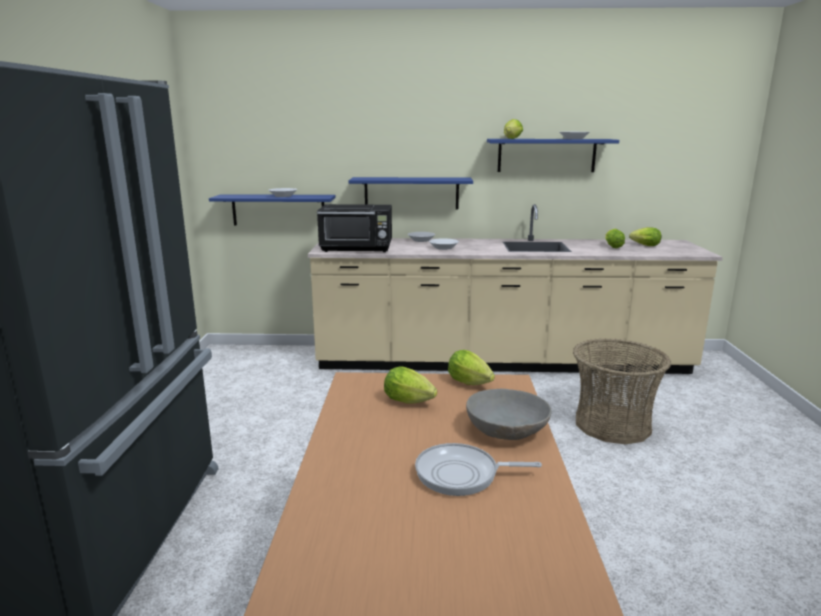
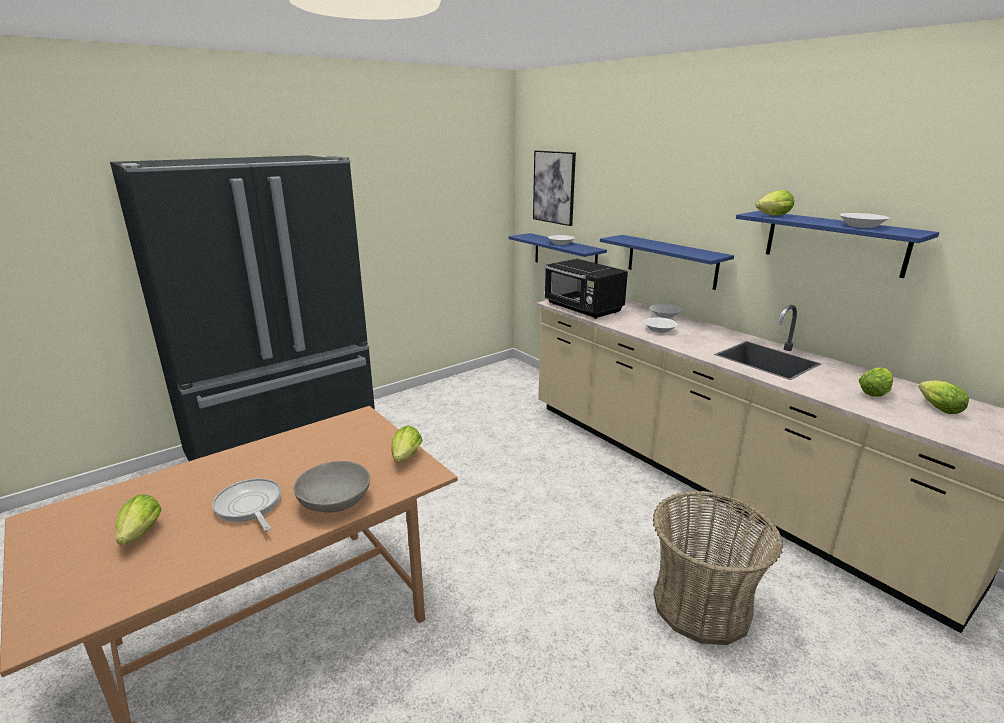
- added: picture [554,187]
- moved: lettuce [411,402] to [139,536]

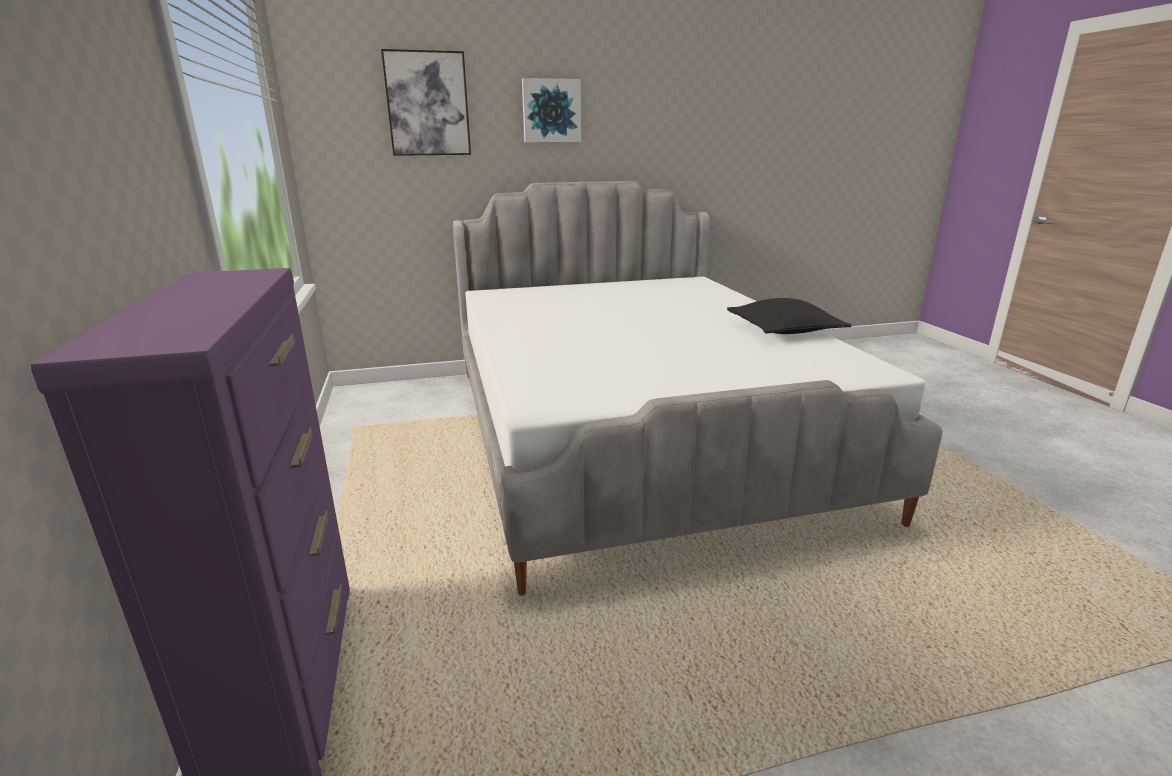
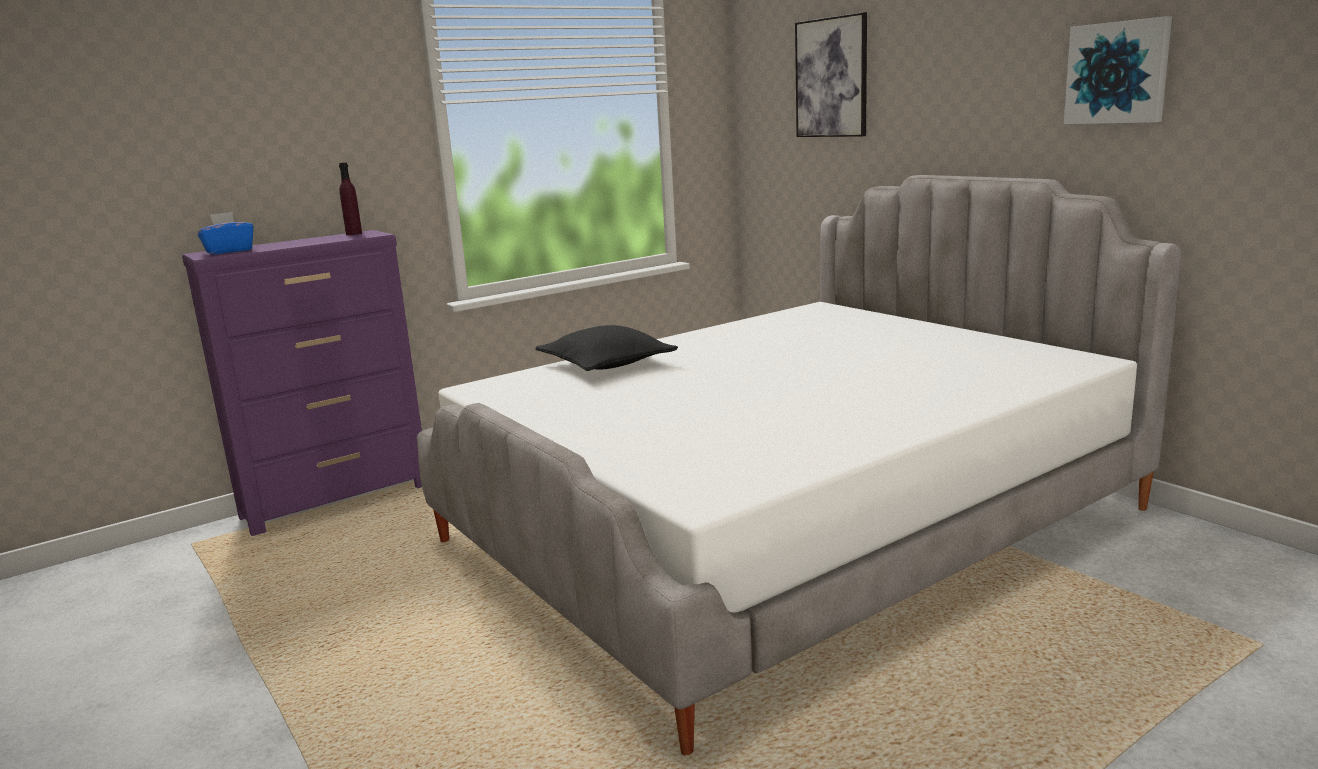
- added: blue tissue box [229,251]
- added: purple bottle [354,234]
- moved: picture [551,111] to [1118,73]
- moved: black pillow [784,330] to [606,364]

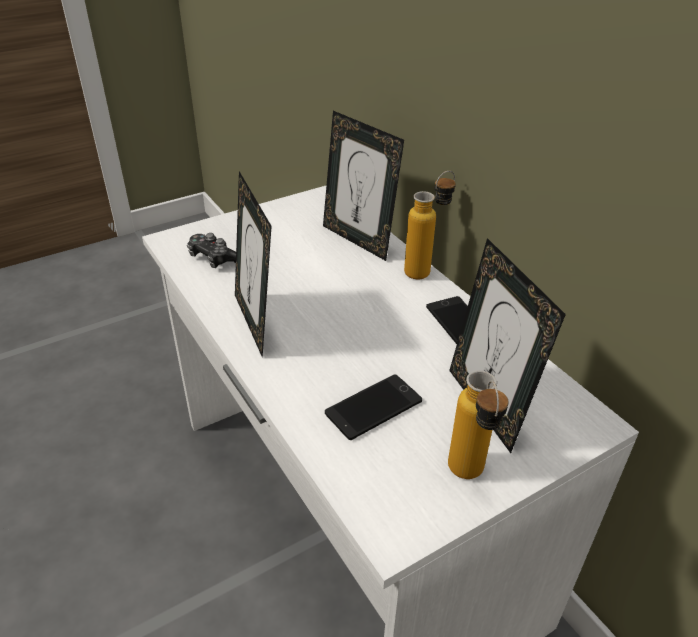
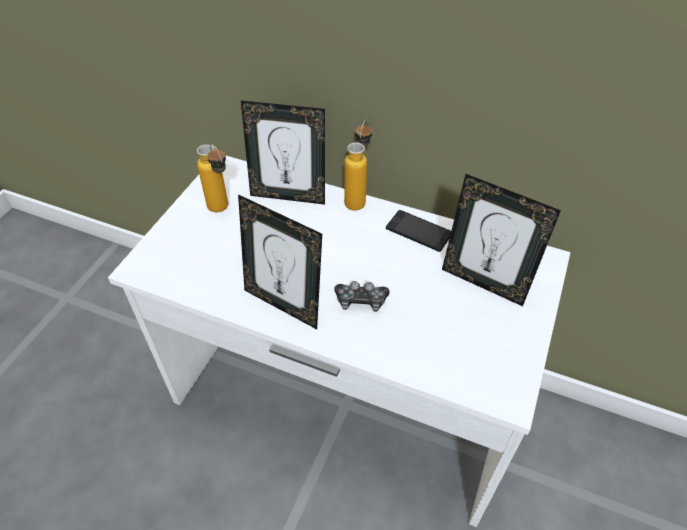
- removed: phone [373,407]
- moved: game controller [214,258] to [361,301]
- moved: bottle [468,479] to [222,211]

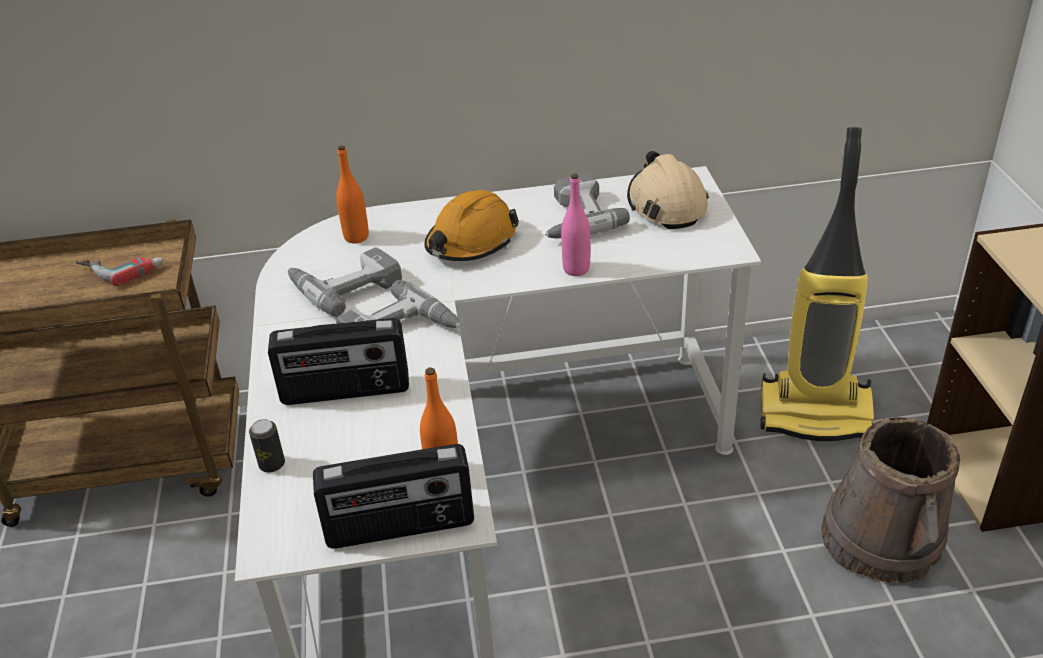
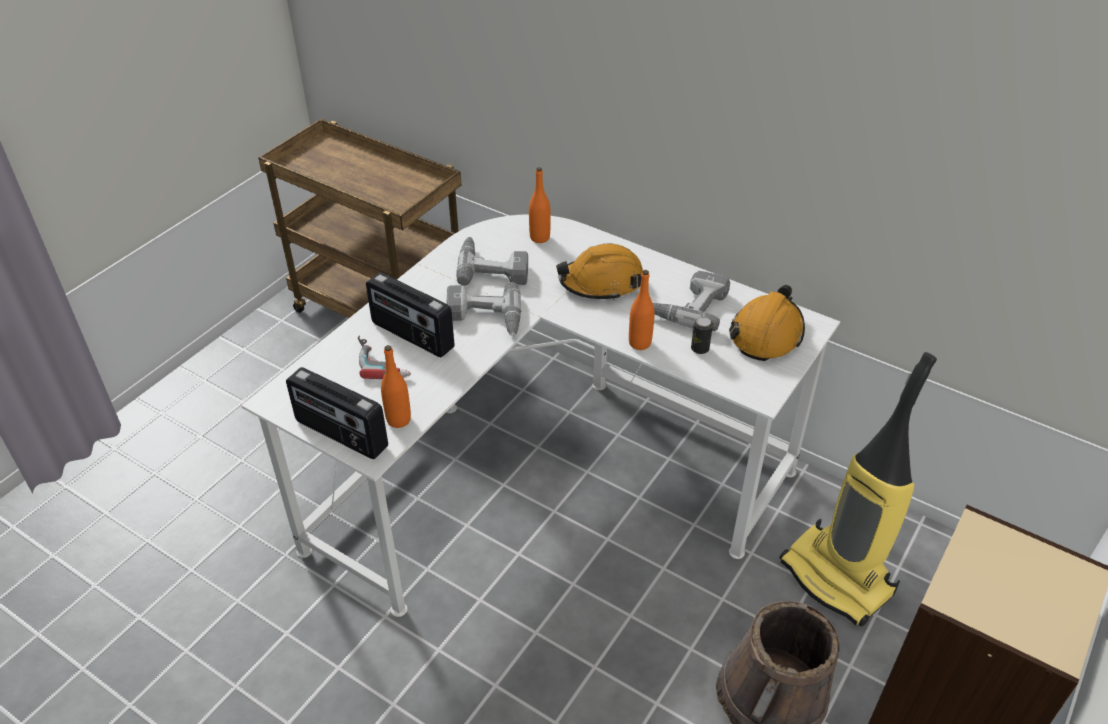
- moved: power drill [122,267] to [384,360]
- moved: can [272,464] to [700,349]
- recoloured: pink bottle [576,269] to orange bottle [639,343]
- recoloured: beige hard hat [666,204] to orange hard hat [766,333]

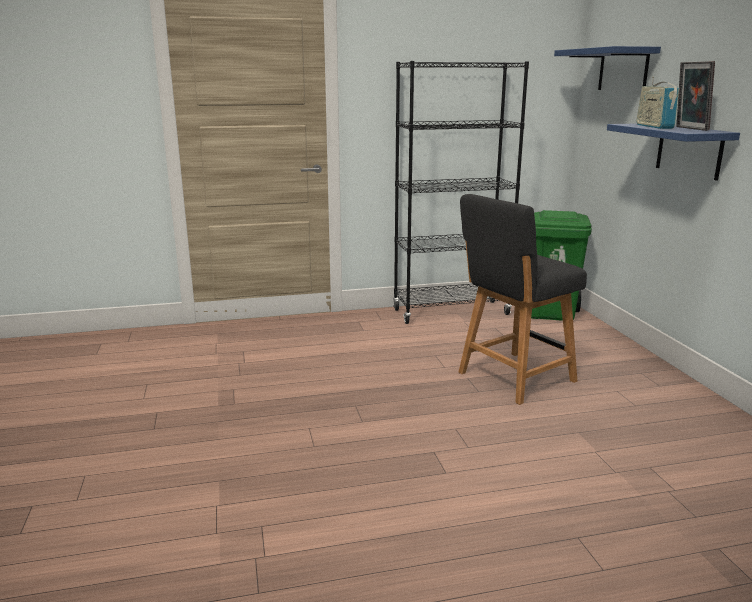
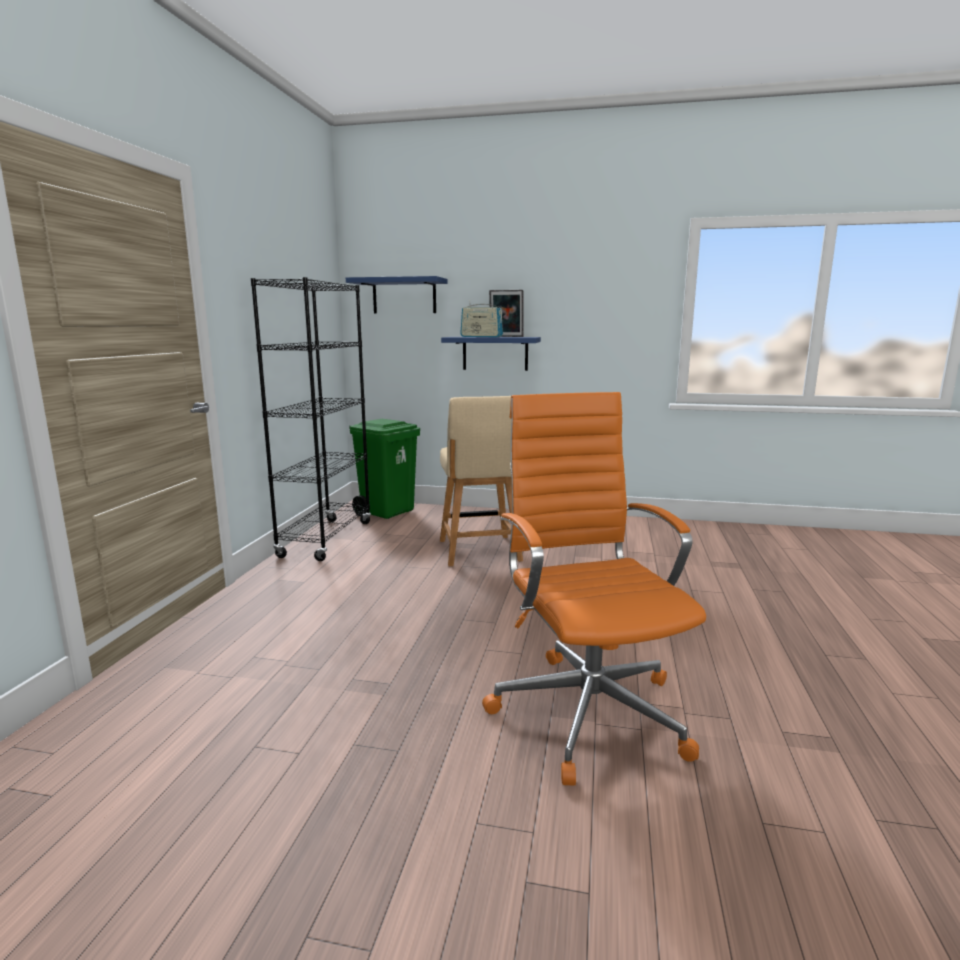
- added: orange office chair [587,709]
- recoloured: black chair [512,378] to beige chair [480,552]

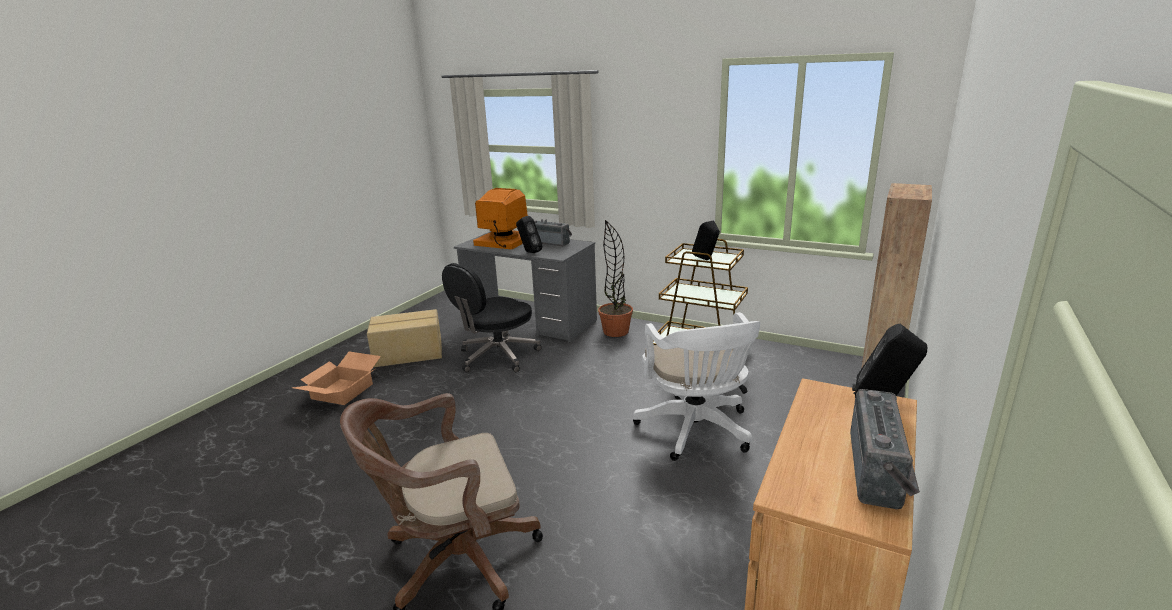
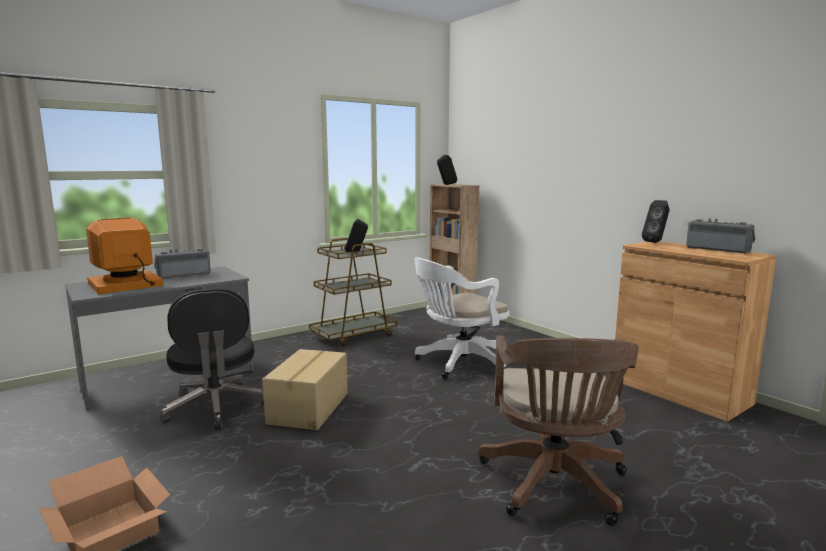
- removed: potted plant [615,332]
- moved: cardboard box [408,354] to [310,408]
- moved: black speaker [529,252] to [446,184]
- turned: white office chair [696,432] = [458,363] 135 degrees clockwise

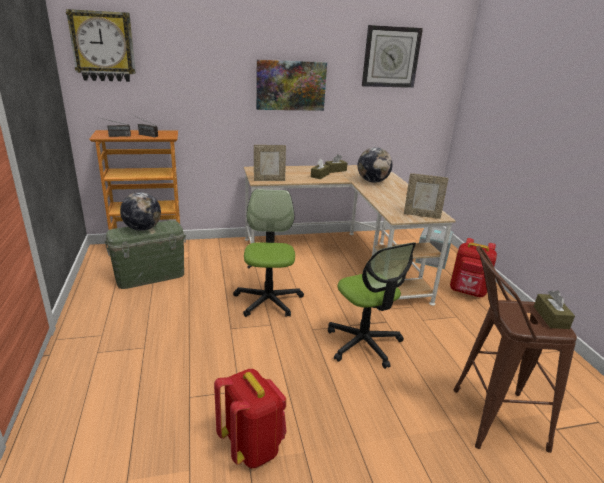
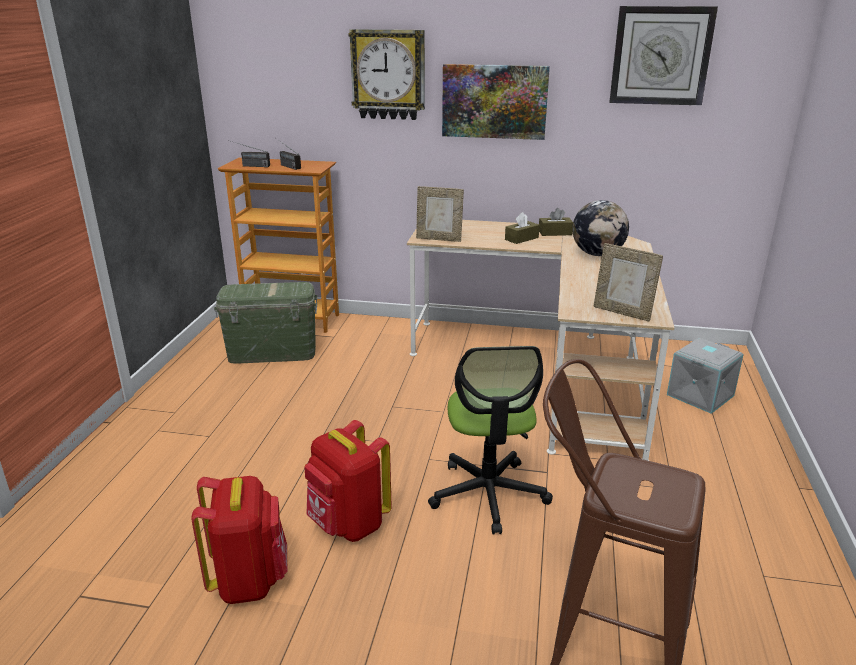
- removed: globe [142,229]
- removed: office chair [268,300]
- removed: brown tissue box [551,317]
- moved: wall clock [103,46] to [388,75]
- moved: red backpack [467,292] to [348,525]

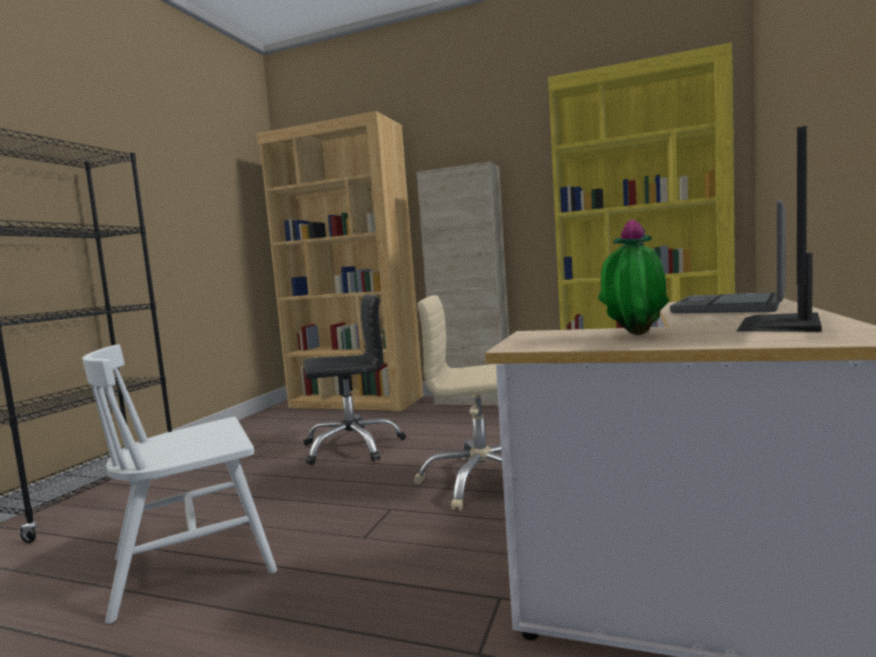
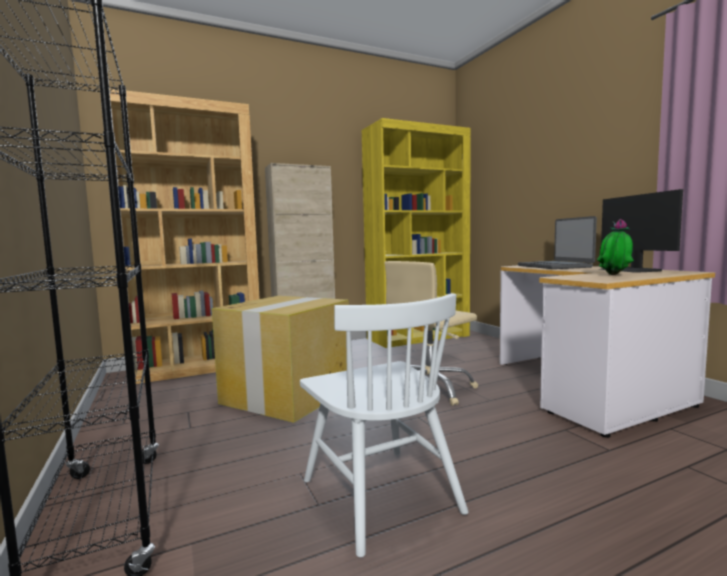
- replaced: black office chair [352,446] to cardboard box [288,395]
- turned: white chair [194,564] = [380,495] 45 degrees counterclockwise

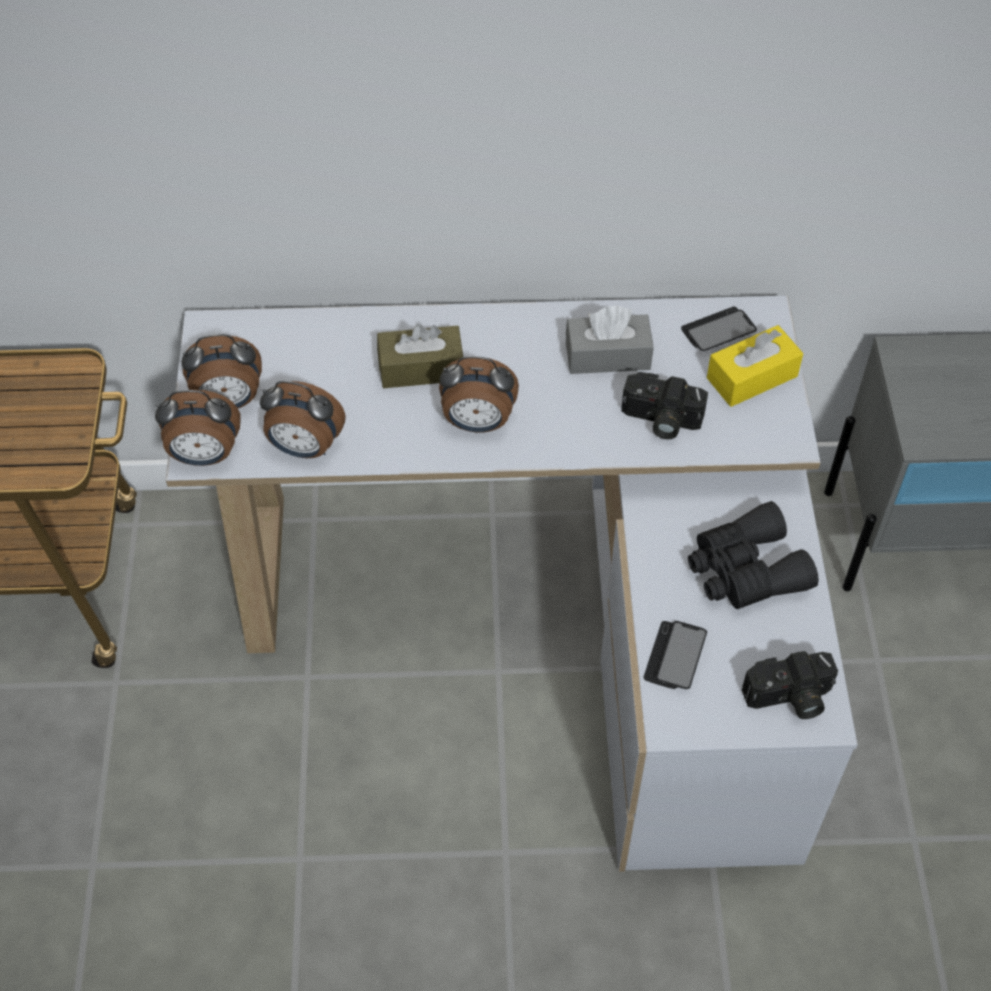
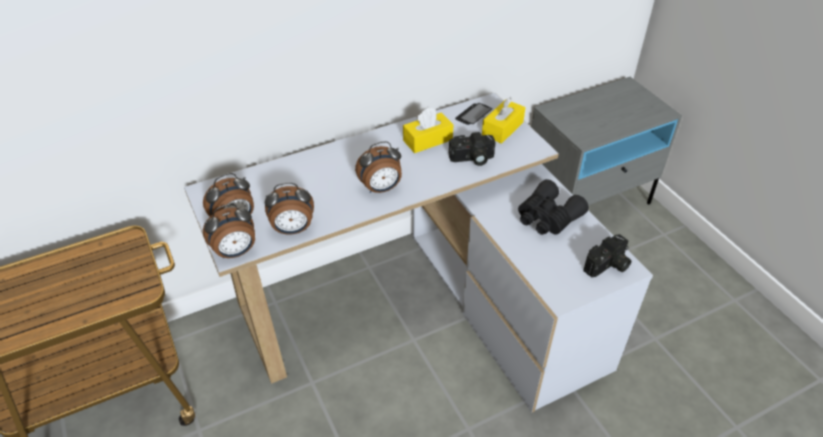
- removed: brown tissue box [421,368]
- removed: phone [675,656]
- recoloured: grey tissue box [607,356] to yellow tissue box [427,140]

